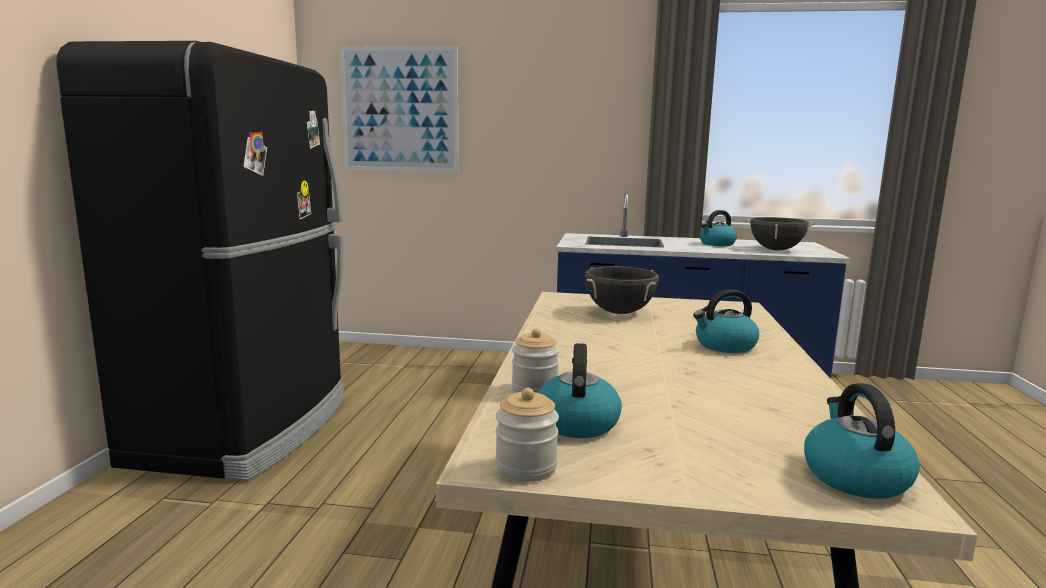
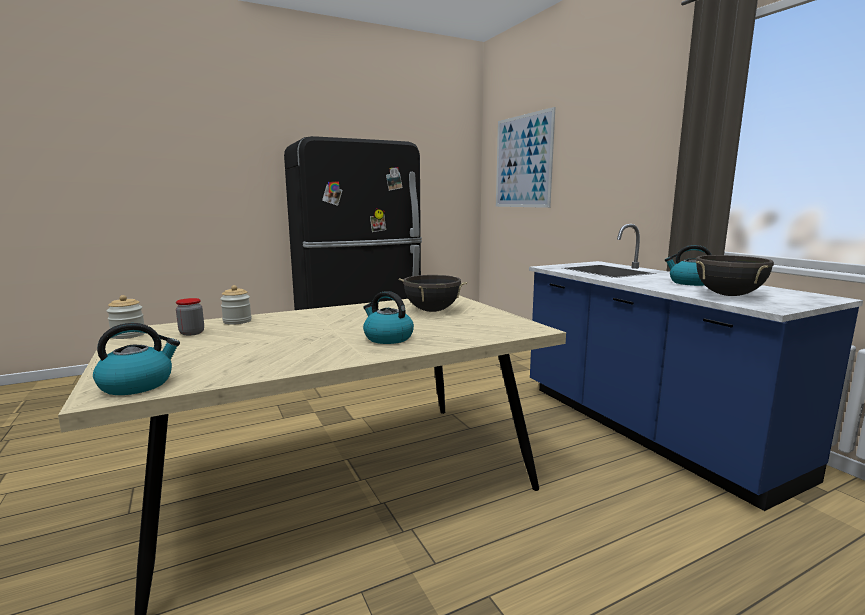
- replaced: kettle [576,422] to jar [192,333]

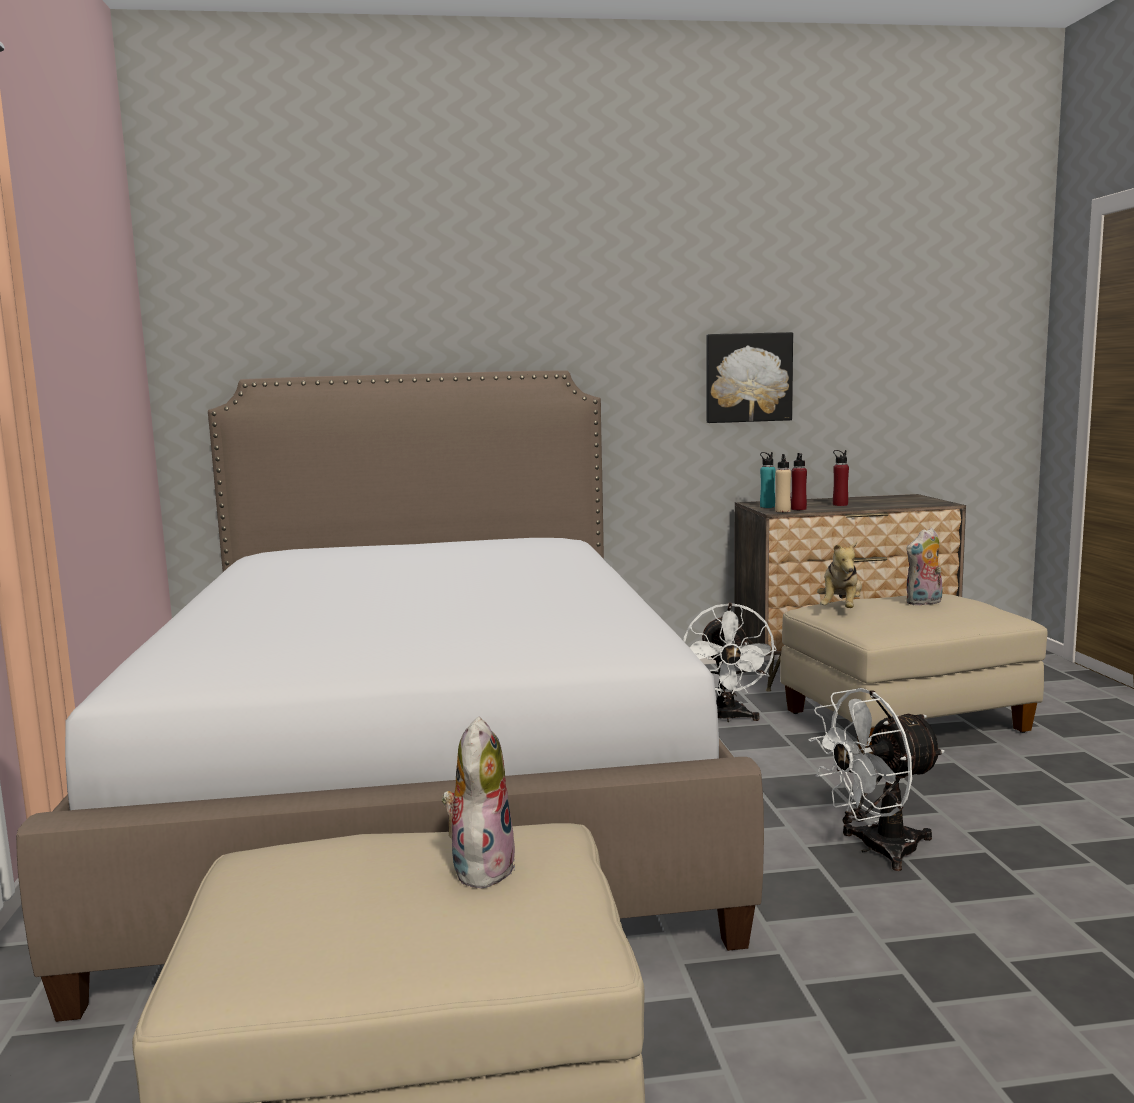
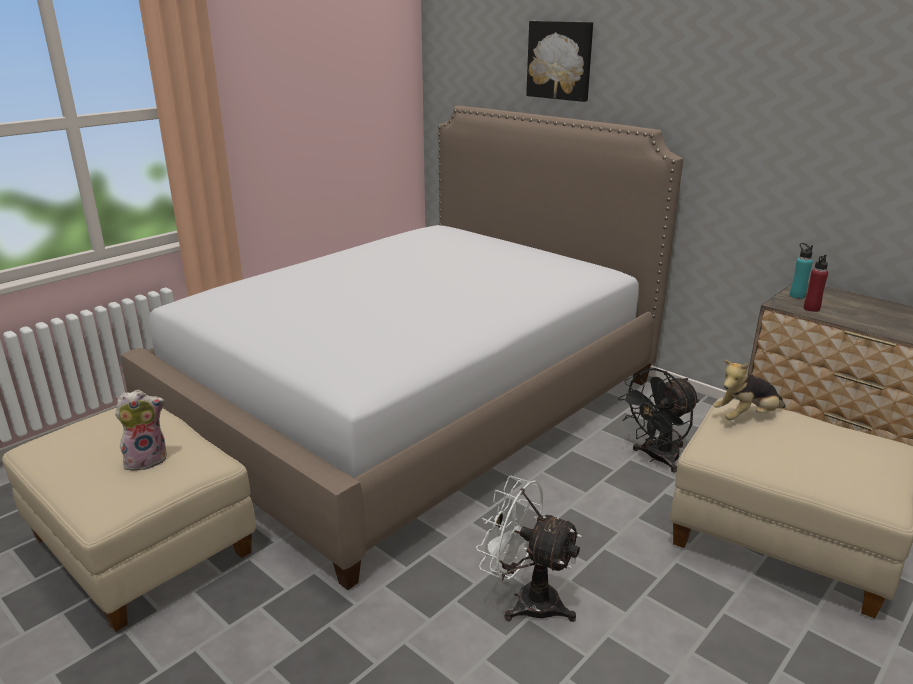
- removed: beige bottle [782,511]
- removed: red bottle [840,505]
- removed: plush toy [924,603]
- moved: picture [748,377] to [560,60]
- recoloured: white fan [727,718] to black fan [656,458]

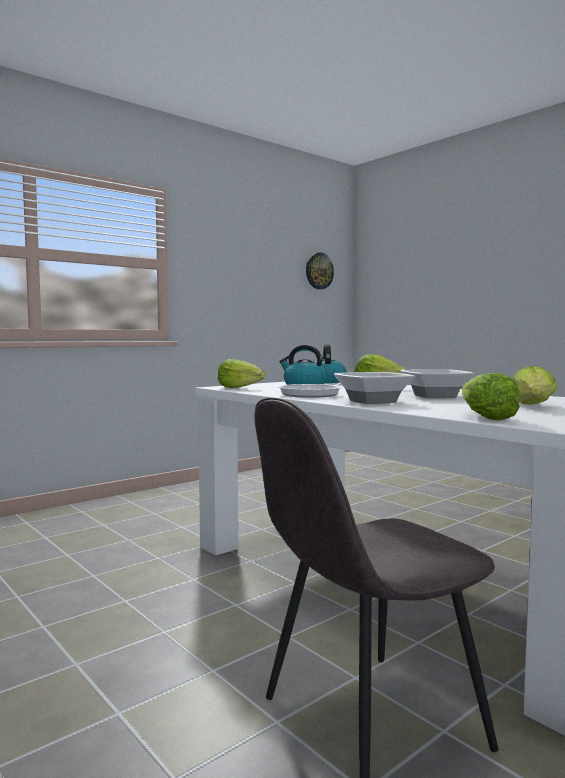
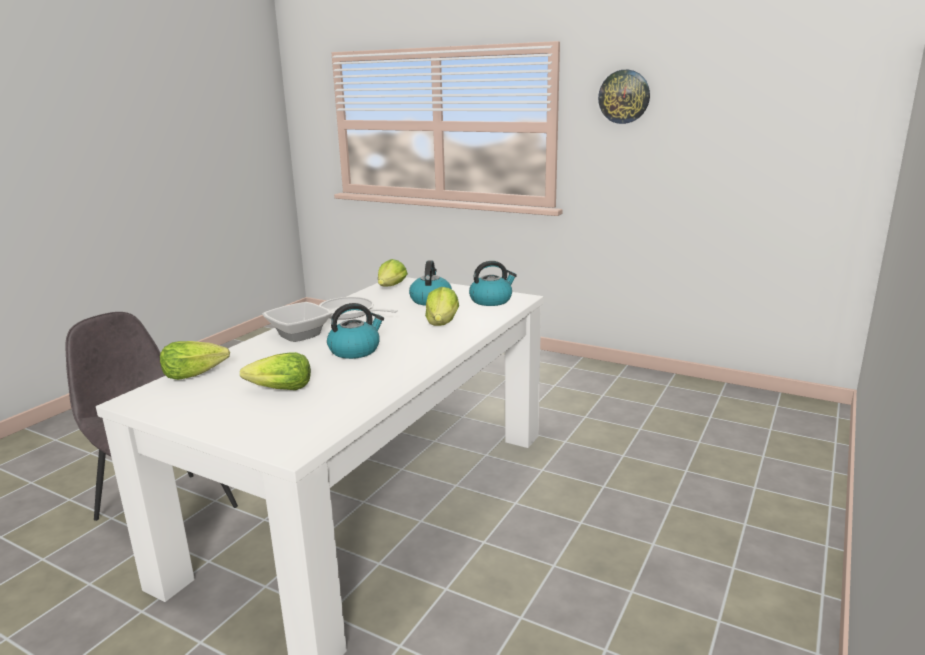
- moved: wall clock [319,271] to [624,96]
- replaced: bowl [434,396] to kettle [355,350]

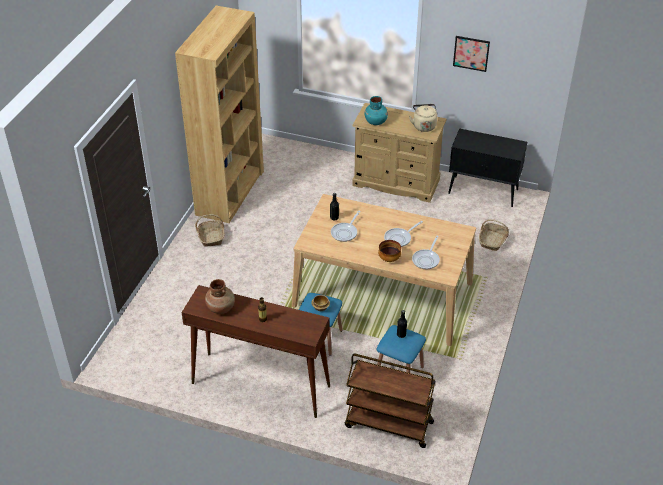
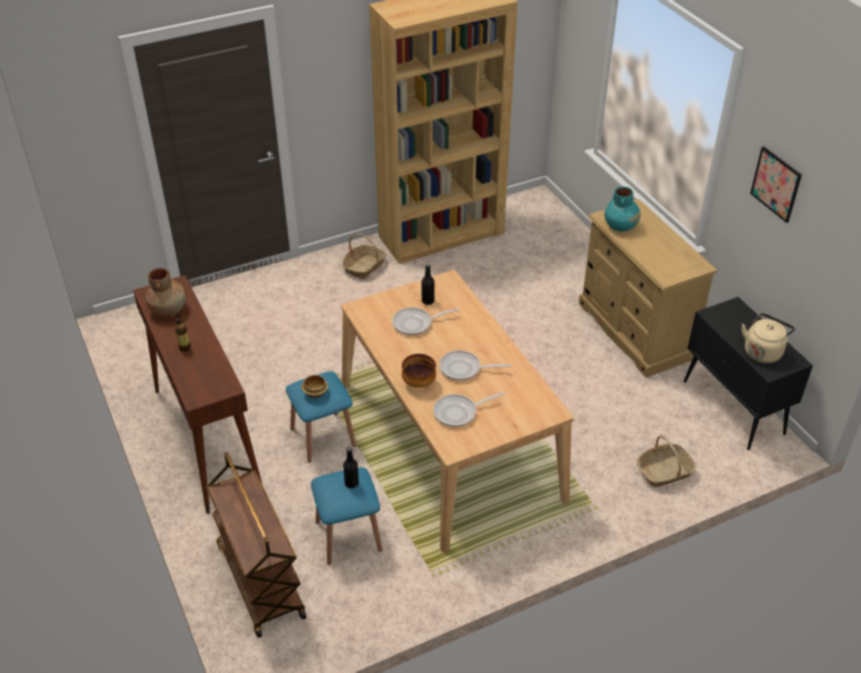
- moved: beige kettle [423,125] to [763,351]

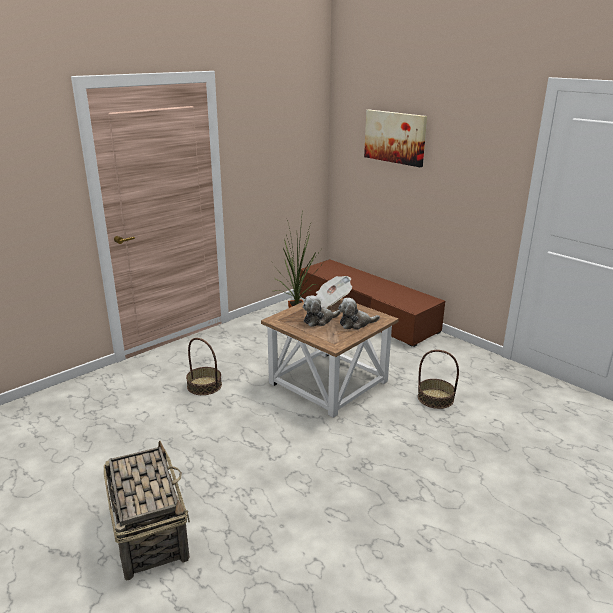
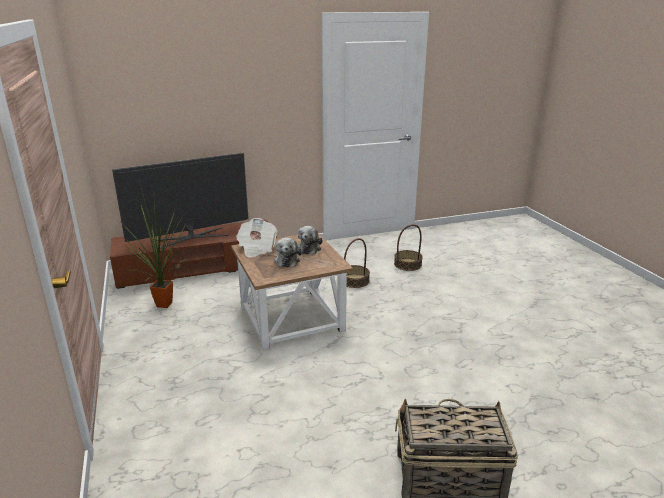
- removed: picture [395,137]
- added: television [191,237]
- moved: basket [204,385] to [407,264]

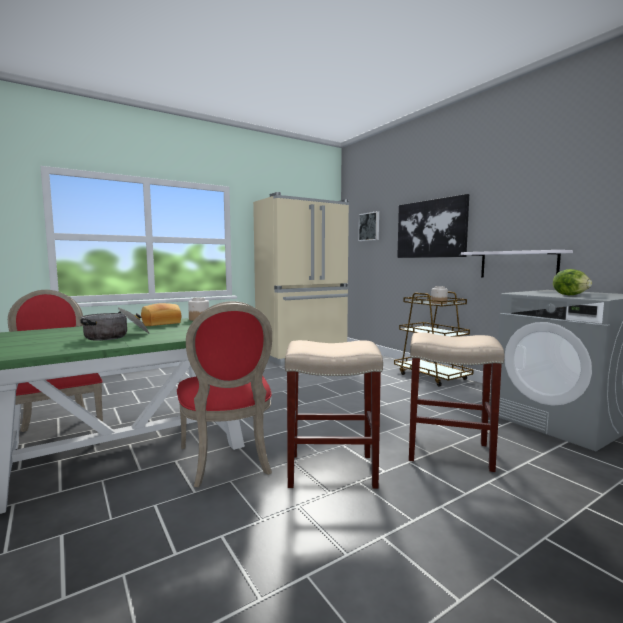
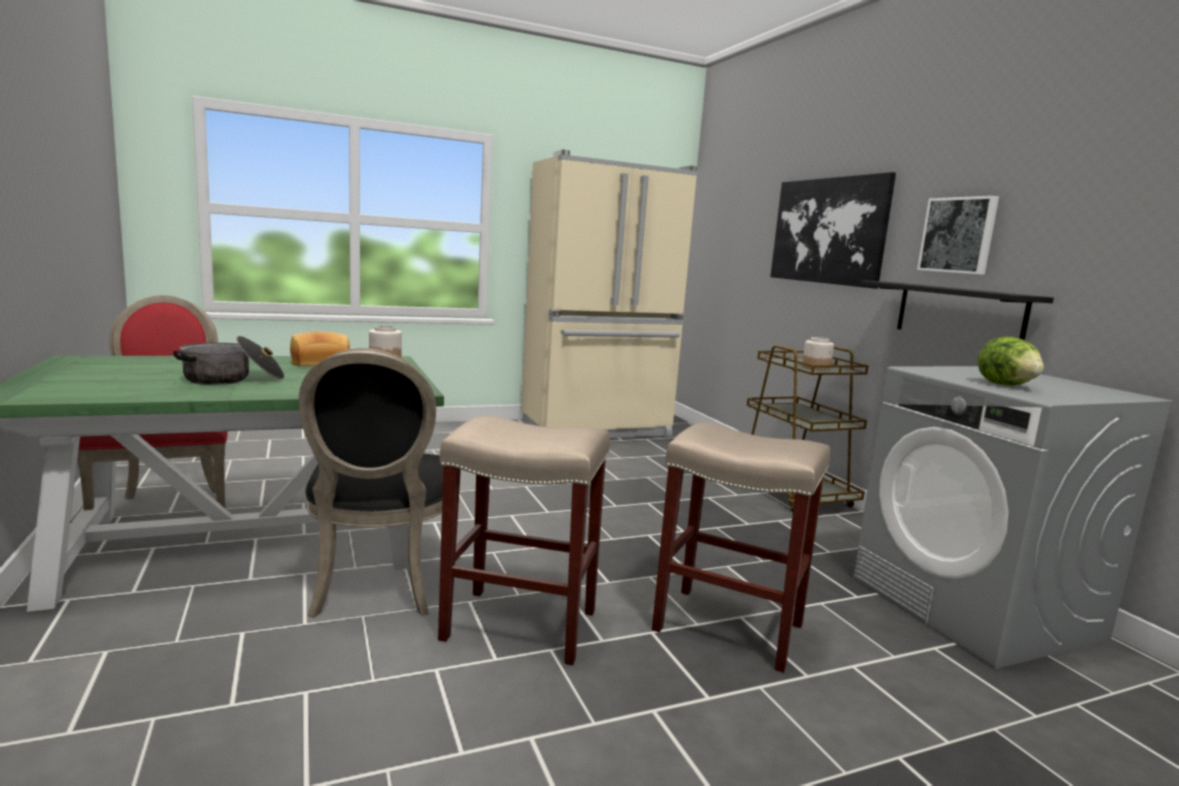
- moved: picture [369,226] to [958,235]
- recoloured: red chair [228,461] to black chair [378,586]
- recoloured: white shelf [517,265] to black shelf [958,313]

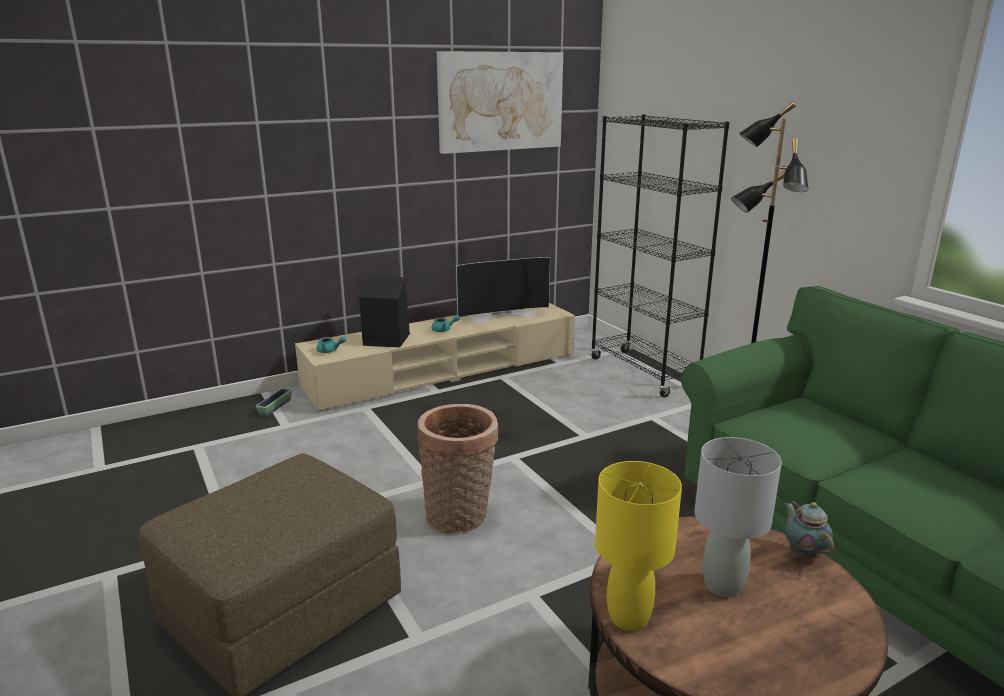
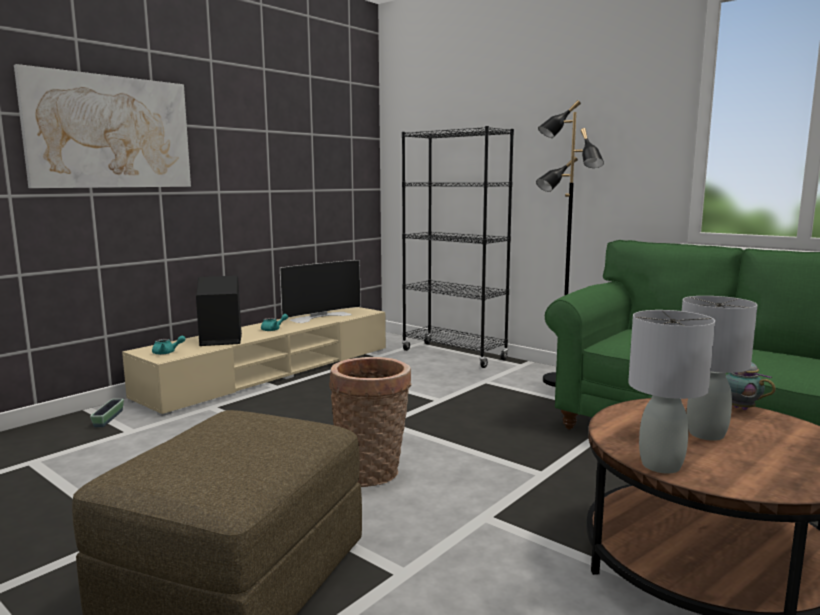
- moved: picture [501,101] to [110,132]
- recoloured: yellow table lamp [629,617] to grey table lamp [661,465]

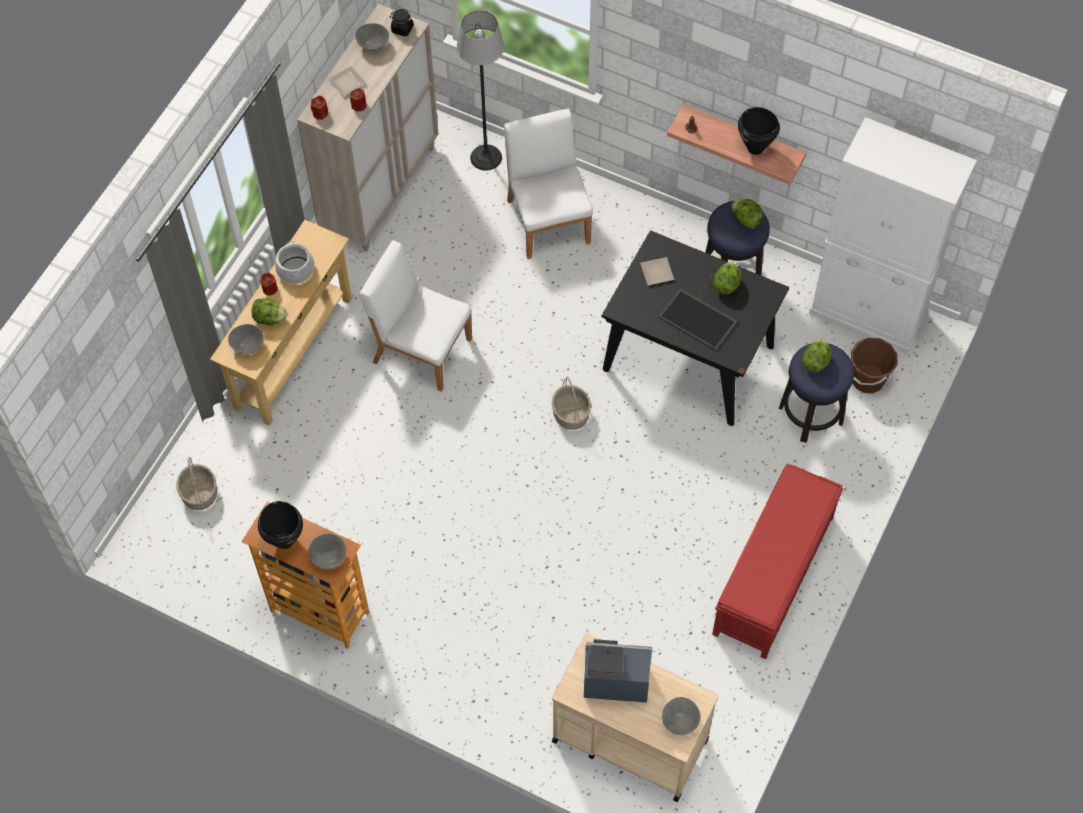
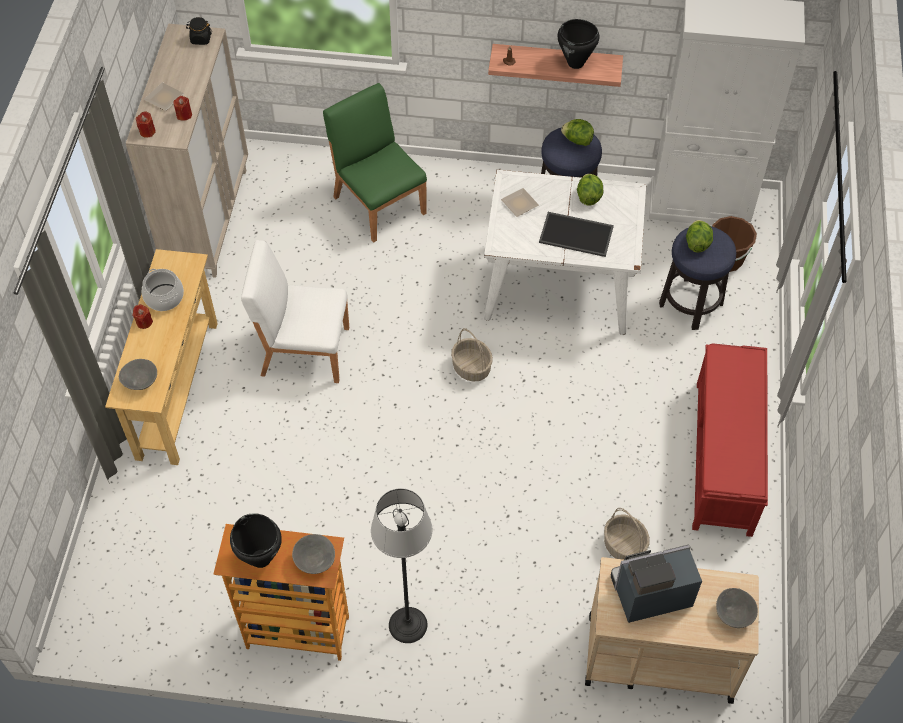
- removed: lettuce [269,318]
- removed: grey bowl [373,44]
- moved: basket [199,493] to [623,545]
- moved: floor lamp [485,157] to [407,624]
- recoloured: white chair [548,220] to green chair [379,204]
- recoloured: black dining table [689,358] to white dining table [560,287]

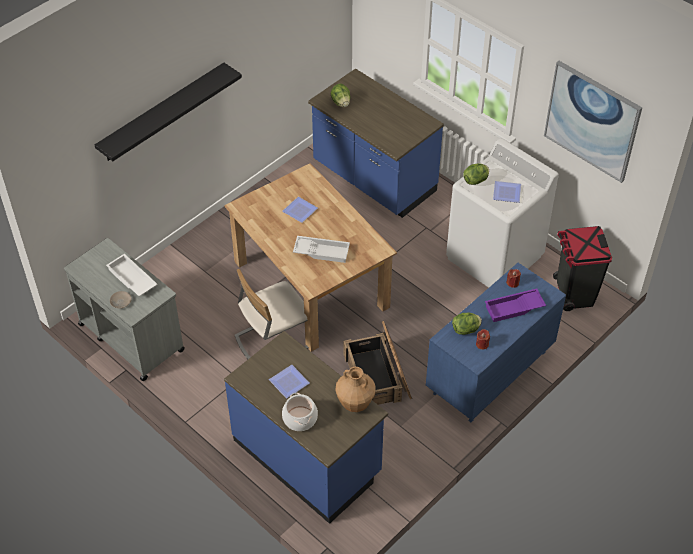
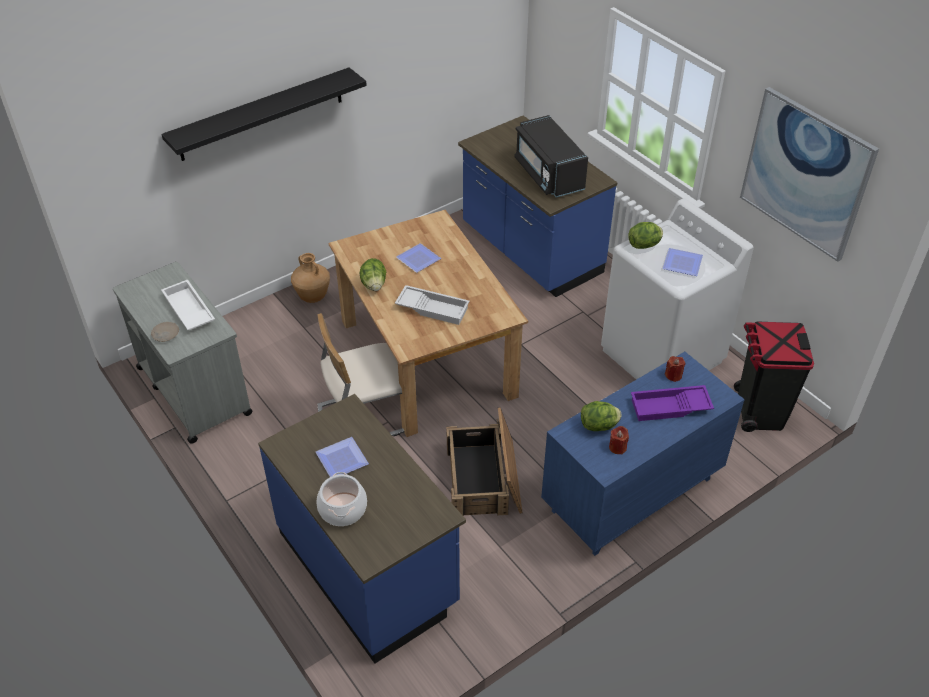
- added: black microwave [548,174]
- moved: lettuce [341,103] to [374,285]
- moved: brown vase [355,403] to [312,297]

